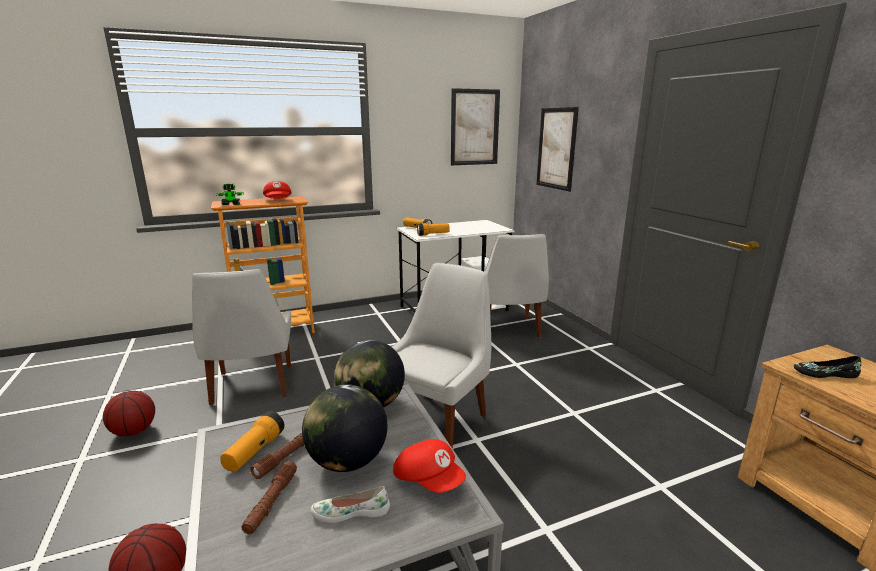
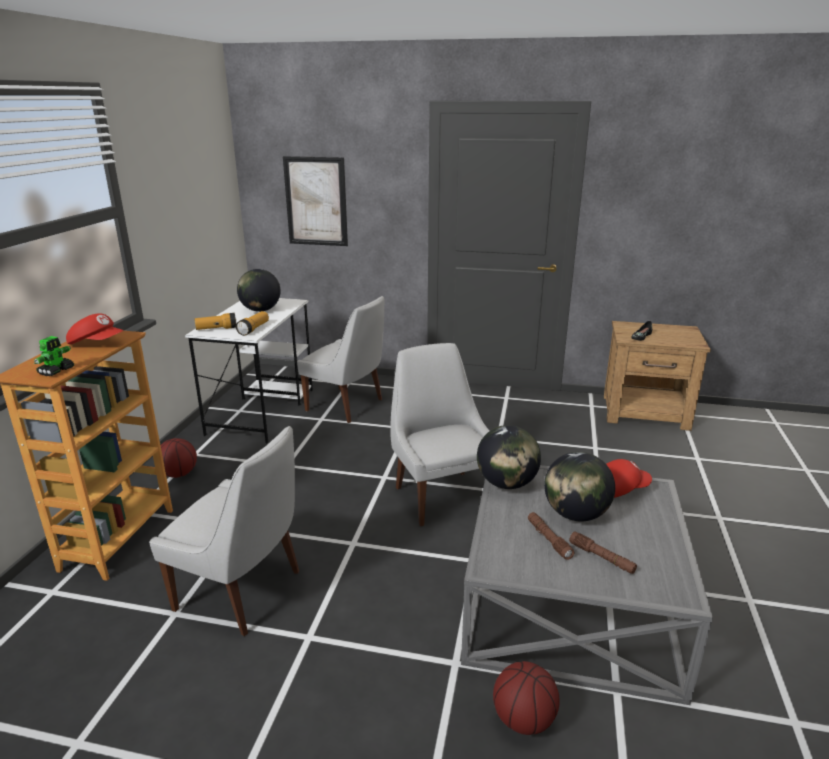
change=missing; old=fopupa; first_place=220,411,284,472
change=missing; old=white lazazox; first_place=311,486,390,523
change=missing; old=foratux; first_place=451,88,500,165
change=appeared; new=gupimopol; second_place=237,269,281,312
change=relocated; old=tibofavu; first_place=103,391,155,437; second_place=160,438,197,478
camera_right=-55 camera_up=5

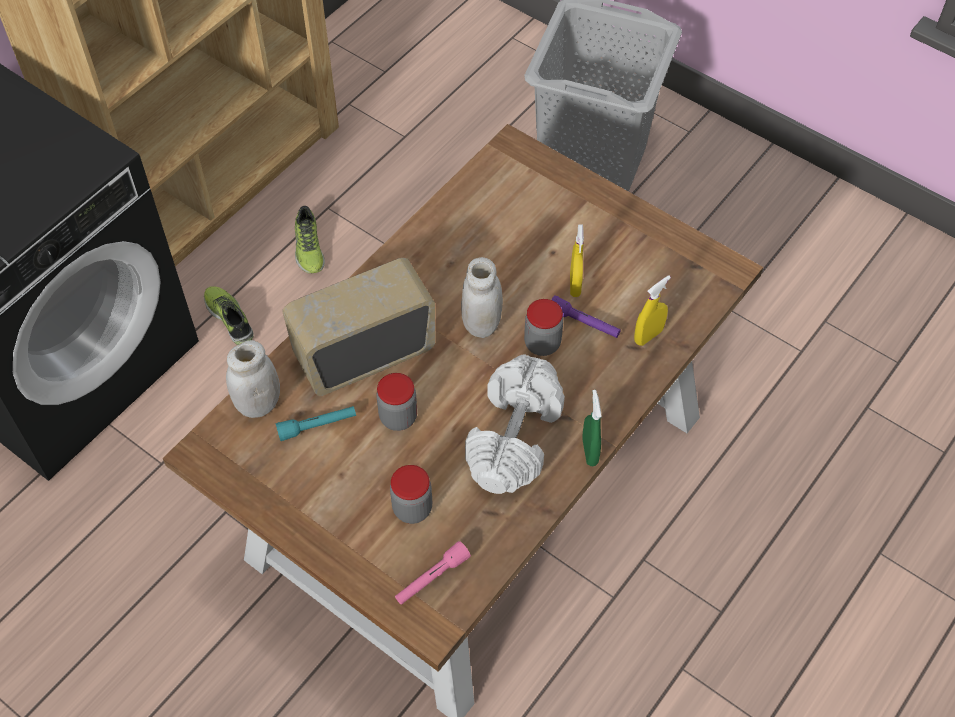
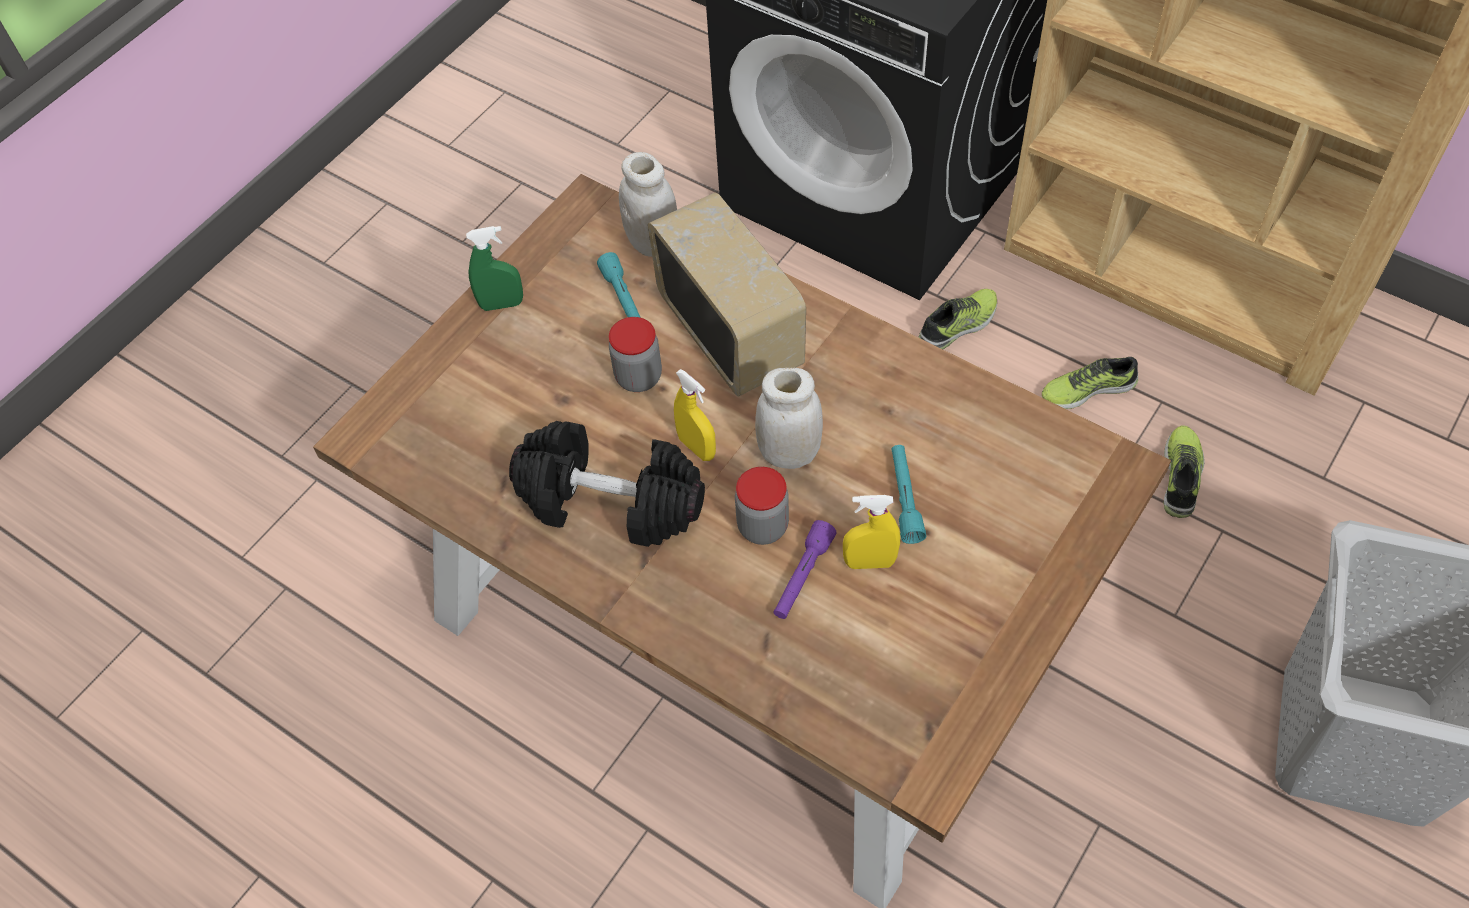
change=missing; old=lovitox; first_place=390,465,432,524
change=missing; old=pink fopupa; first_place=395,541,471,605
change=appeared; new=turquoise fopupa; second_place=892,445,926,544
change=appeared; new=lazazox; second_place=1164,425,1205,518
change=relocated; old=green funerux; first_place=582,390,601,466; second_place=466,226,523,311
change=relocated; old=yellow funerux; first_place=634,275,671,346; second_place=674,369,716,461
change=colour; old=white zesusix; new=black zesusix; first_place=465,355,565,494; second_place=509,421,705,547
camera_right=90 camera_up=0

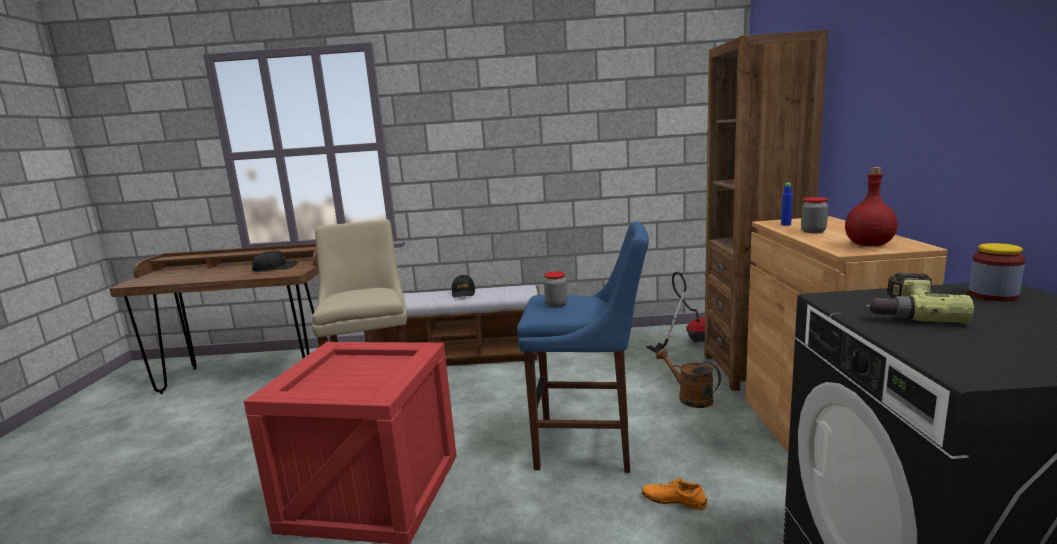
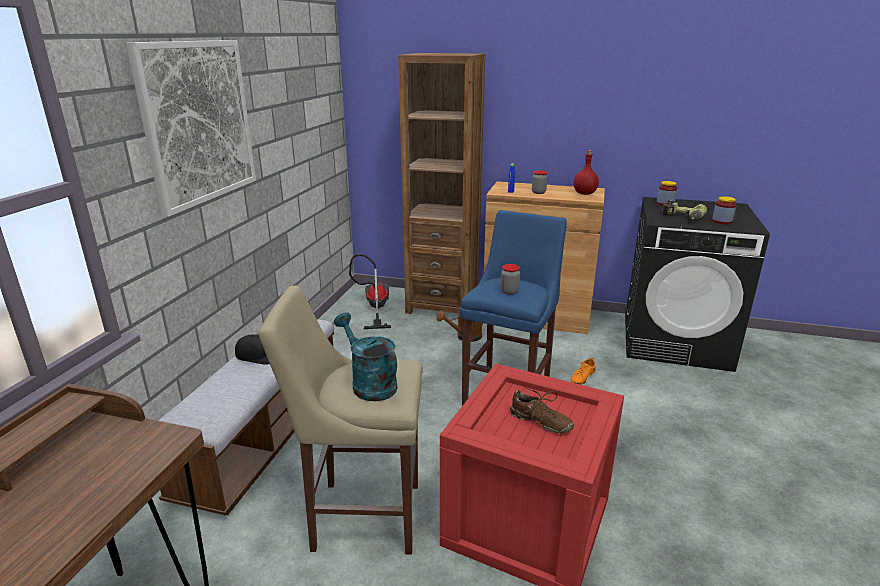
change=missing; old=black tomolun; first_place=252,251,298,272
change=appeared; new=foratux; second_place=126,40,256,217
change=appeared; new=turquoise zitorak; second_place=334,312,398,401
change=appeared; new=brown lazazox; second_place=510,388,574,433
change=appeared; new=lovitox; second_place=712,196,736,224
camera_right=-75 camera_up=10

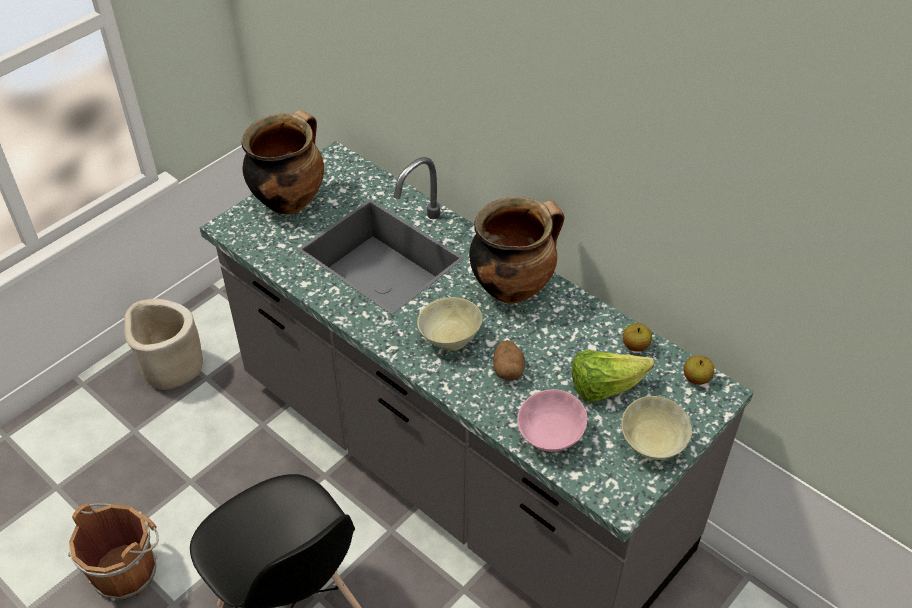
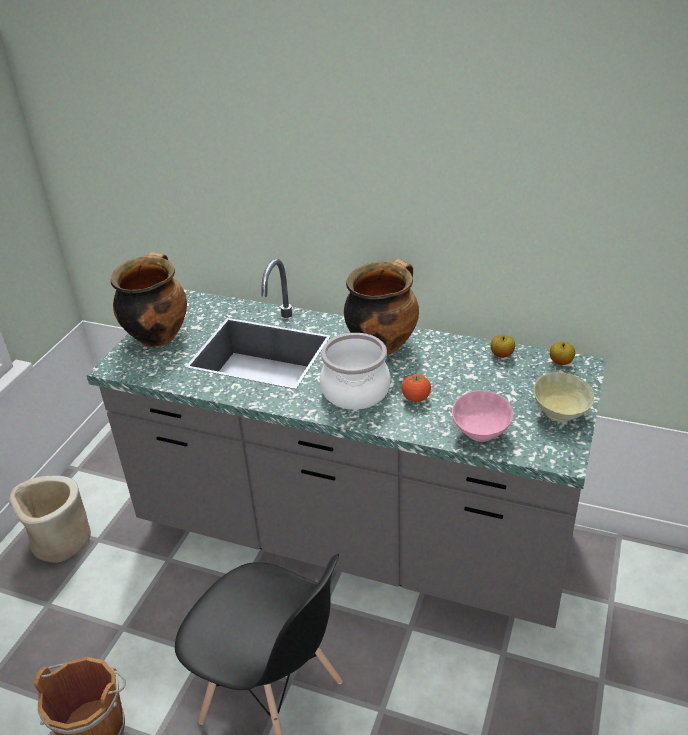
change=missing; old=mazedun; first_place=572,350,654,402
change=exchanged; old=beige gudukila; new=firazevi; first_place=417,297,483,351; second_place=320,333,391,410
change=exchanged; old=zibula; new=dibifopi; first_place=493,340,525,381; second_place=402,374,431,402
camera_right=-20 camera_up=-10

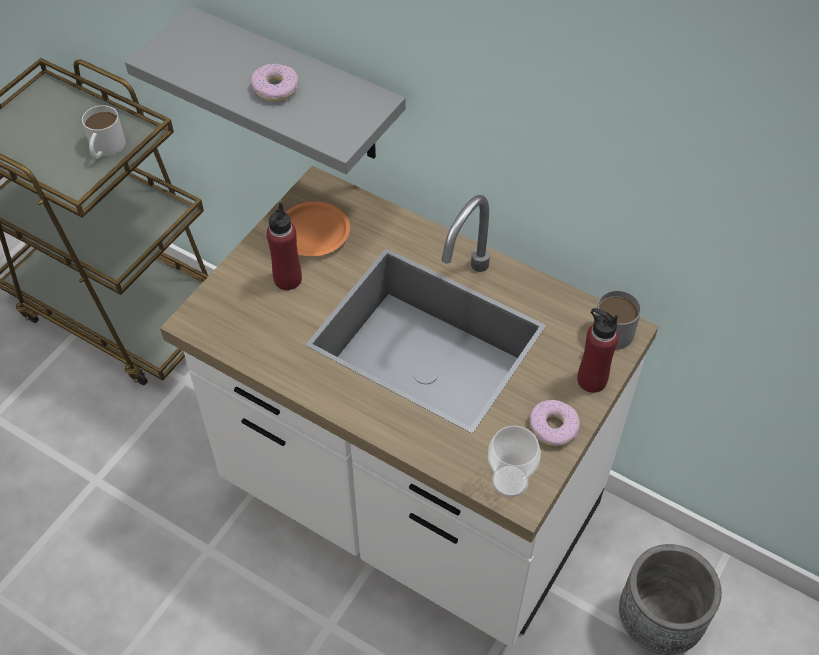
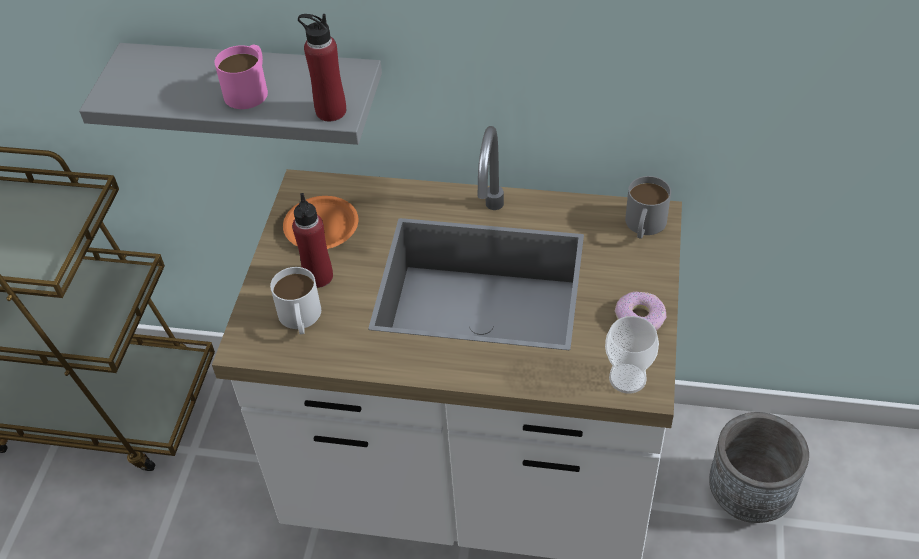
change=relocated; old=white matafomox; first_place=82,105,126,159; second_place=270,267,321,335
change=relocated; old=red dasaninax; first_place=577,308,619,393; second_place=298,14,346,121
change=exchanged; old=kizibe; new=pink matafomox; first_place=251,63,299,102; second_place=214,45,268,109
camera_right=-20 camera_up=-5

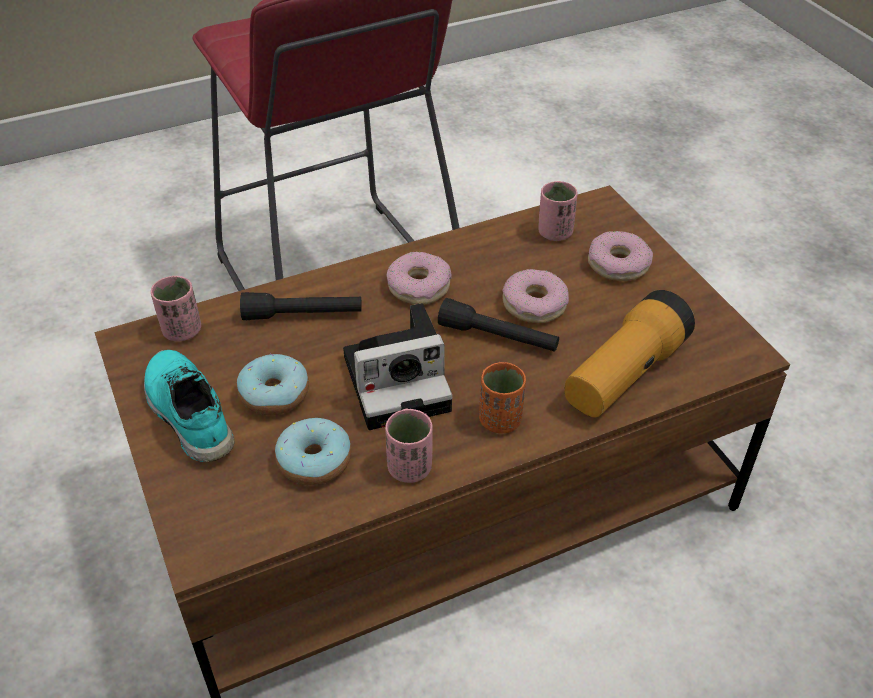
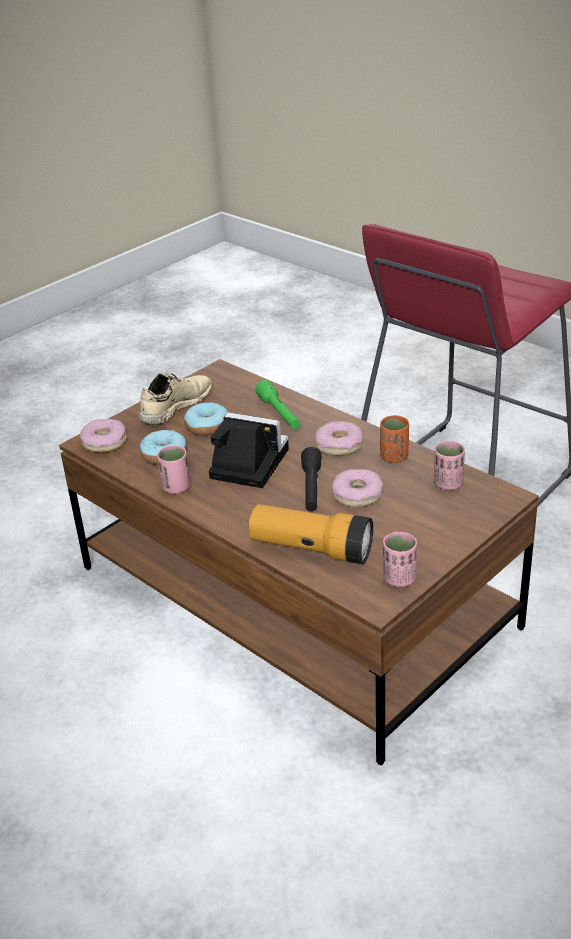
change=relocated; old=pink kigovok; first_place=151,276,201,341; second_place=383,532,417,587
change=relocated; old=orange kigovok; first_place=479,362,526,434; second_place=380,415,409,463
change=relocated; old=kizibe; first_place=588,231,653,281; second_place=80,419,127,453
change=colour; old=turquoise lazazox; new=beige lazazox; first_place=144,350,235,462; second_place=139,373,212,425
change=colour; old=black fopupa; new=green fopupa; first_place=240,292,362,320; second_place=255,380,301,429
change=spun; old=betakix; first_place=343,303,453,430; second_place=209,412,289,488; degrees=150
camera_right=70 camera_up=-10

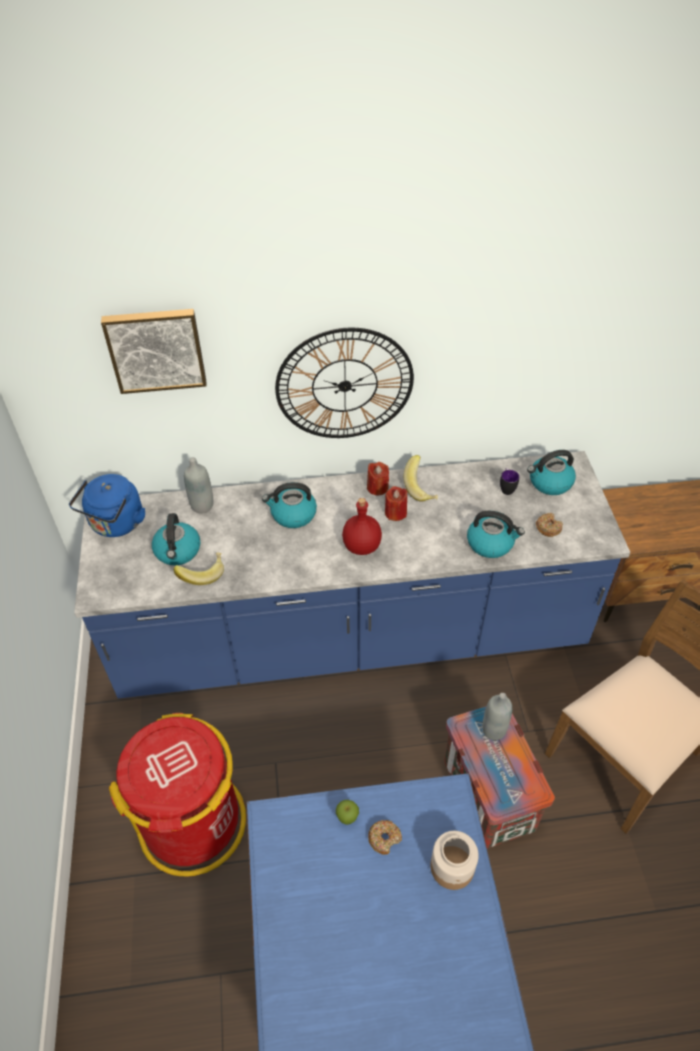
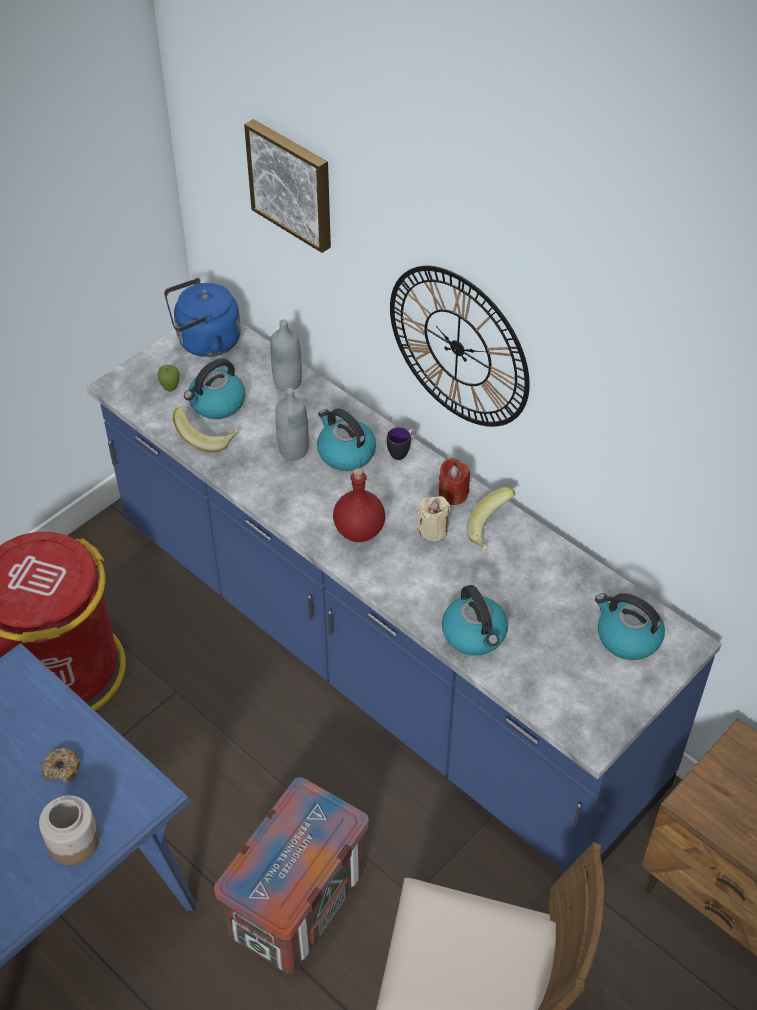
change=missing; old=kizibe; first_place=536,513,563,537
change=relocated; old=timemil; first_place=336,800,359,825; second_place=157,365,180,392
change=relocated; old=grey dasaninax; first_place=482,693,512,740; second_place=275,388,309,461
change=relocated; old=matafomox; first_place=500,468,519,495; second_place=387,427,416,460
change=colour; old=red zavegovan; new=beige zavegovan; first_place=385,486,407,521; second_place=417,496,451,542
camera_right=50 camera_up=0

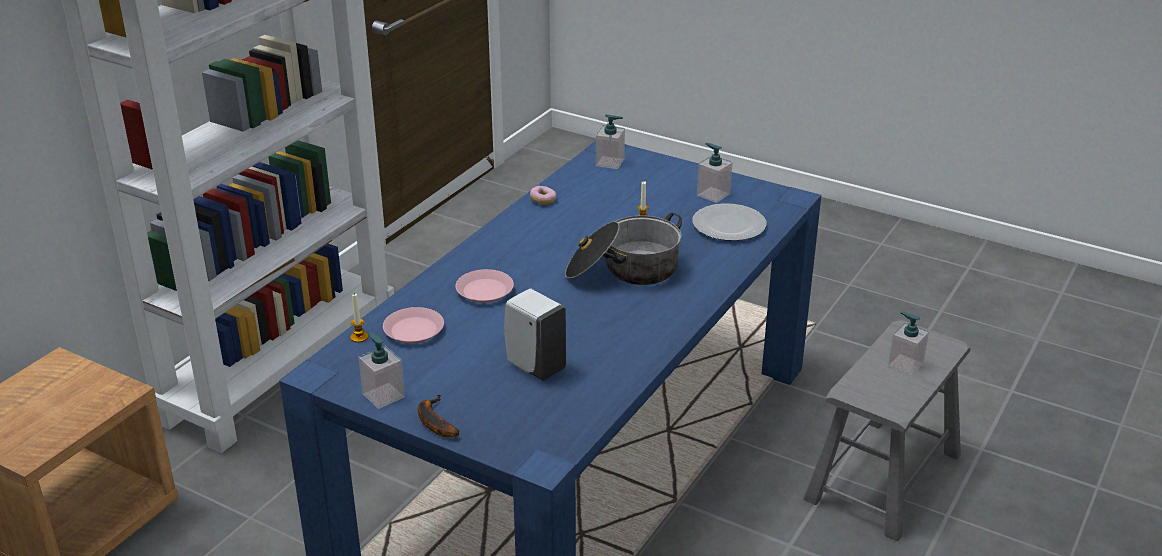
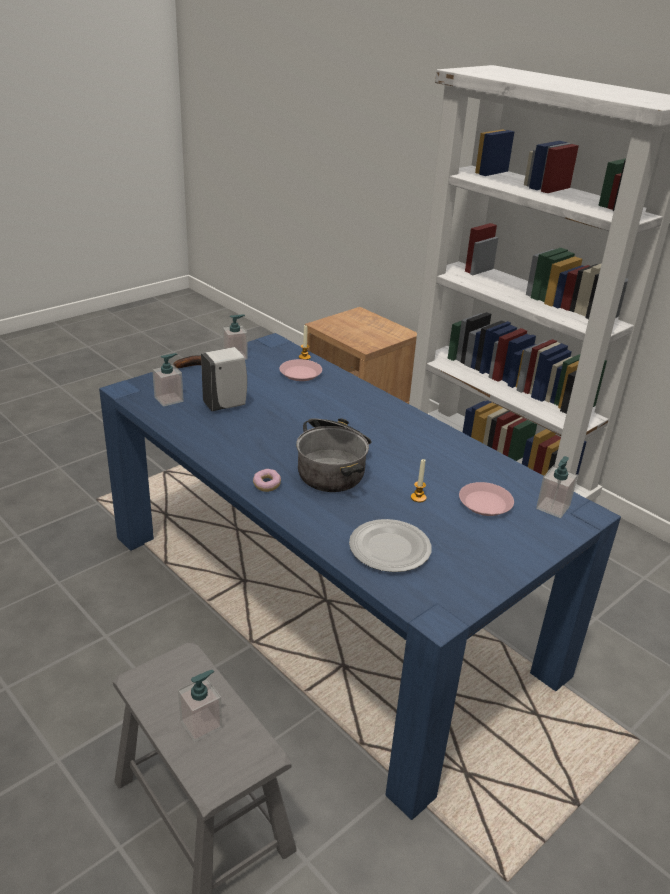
change=relocated; old=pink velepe; first_place=455,269,514,303; second_place=459,482,514,516
change=relocated; old=kizibe; first_place=530,186,556,205; second_place=253,469,281,492
change=relocated; old=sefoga; first_place=697,143,733,203; second_place=152,353,184,407
camera_right=105 camera_up=0

